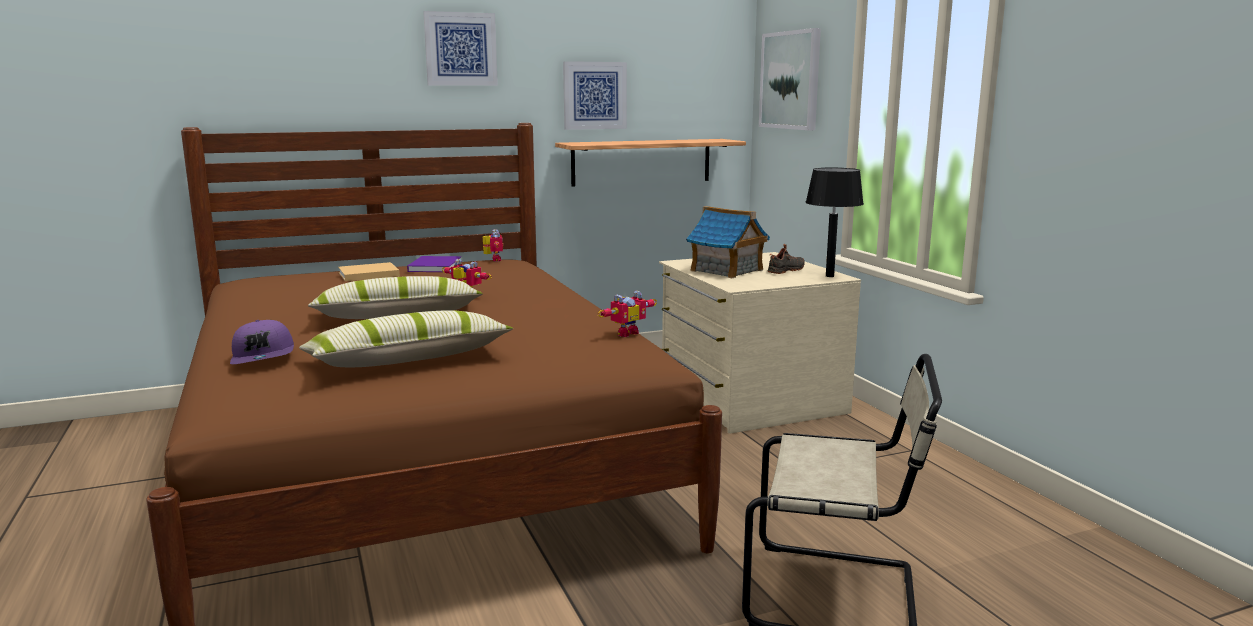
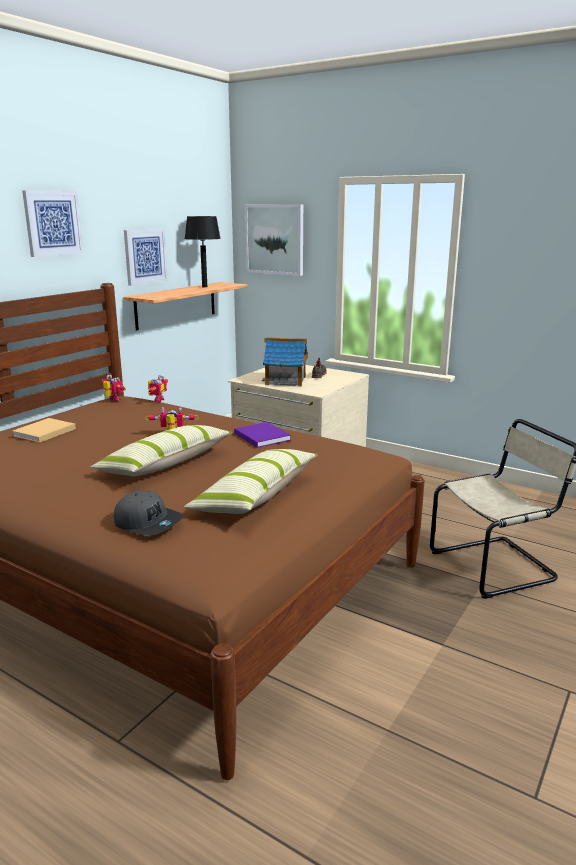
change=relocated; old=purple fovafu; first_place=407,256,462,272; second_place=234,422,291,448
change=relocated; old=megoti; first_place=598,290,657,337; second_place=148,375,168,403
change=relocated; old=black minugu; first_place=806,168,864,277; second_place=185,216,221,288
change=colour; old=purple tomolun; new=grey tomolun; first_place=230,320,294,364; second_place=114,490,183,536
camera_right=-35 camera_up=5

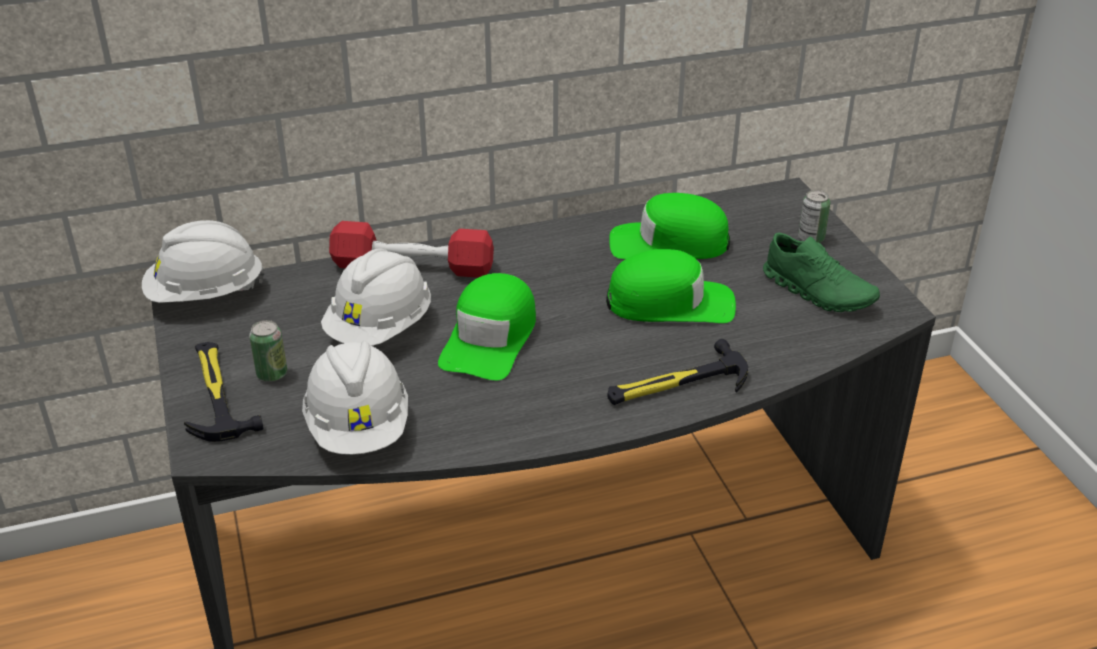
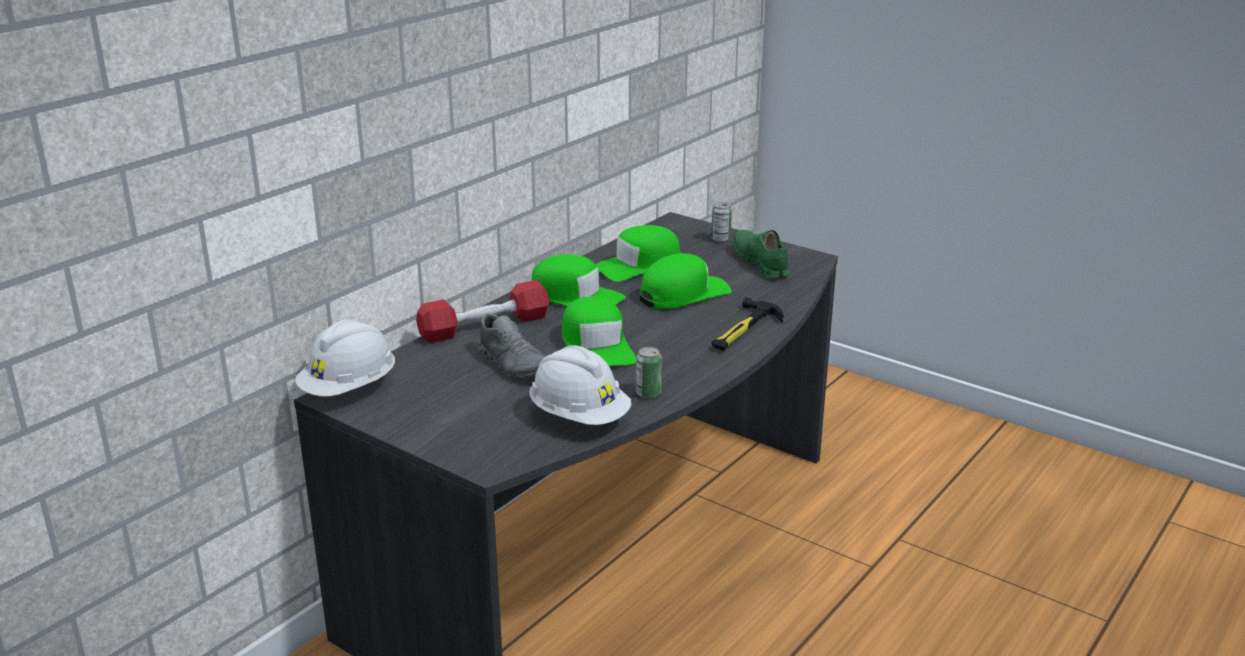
change=missing; old=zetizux; first_place=184,342,264,442
change=appeared; new=green tomolun; second_place=531,254,626,306
change=relocated; old=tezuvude; first_place=249,320,287,382; second_place=636,347,662,399
change=exchanged; old=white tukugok; new=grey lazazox; first_place=321,249,431,346; second_place=478,313,546,379
change=spun; old=green lazazox; first_place=763,233,880,312; second_place=733,230,790,279; degrees=-120
camera_right=-35 camera_up=-10

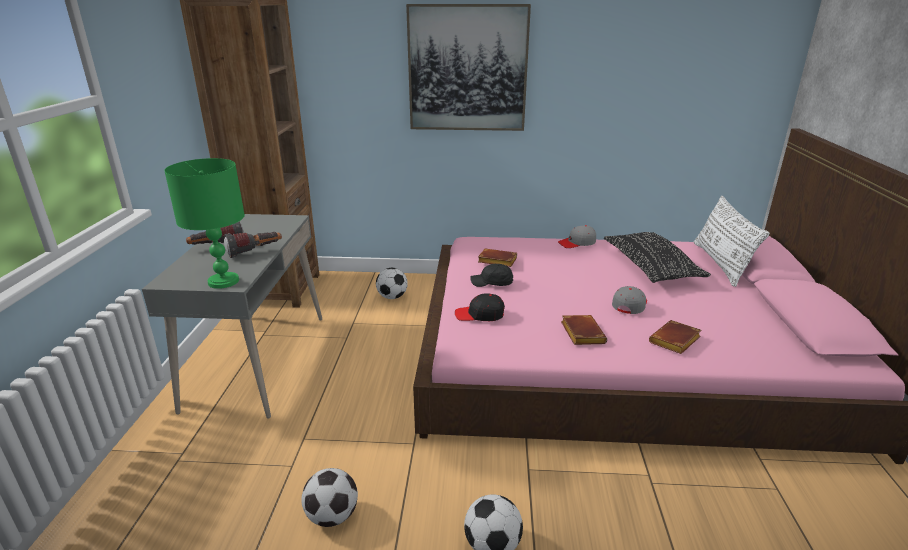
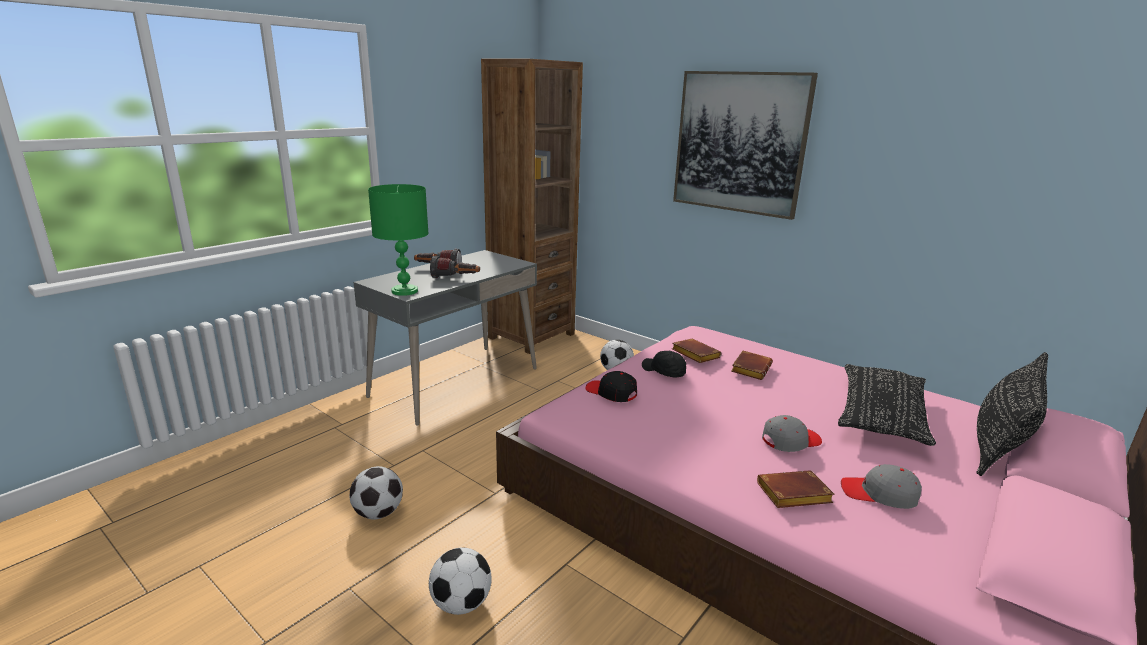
change=relocated; old=grey tomolun; first_place=558,225,596,248; second_place=841,464,922,509
change=relocated; old=brown fovafu; first_place=561,315,607,345; second_place=731,350,773,380
change=colour; old=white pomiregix; new=black pomiregix; first_place=694,196,770,287; second_place=976,352,1048,476
camera_right=35 camera_up=-5

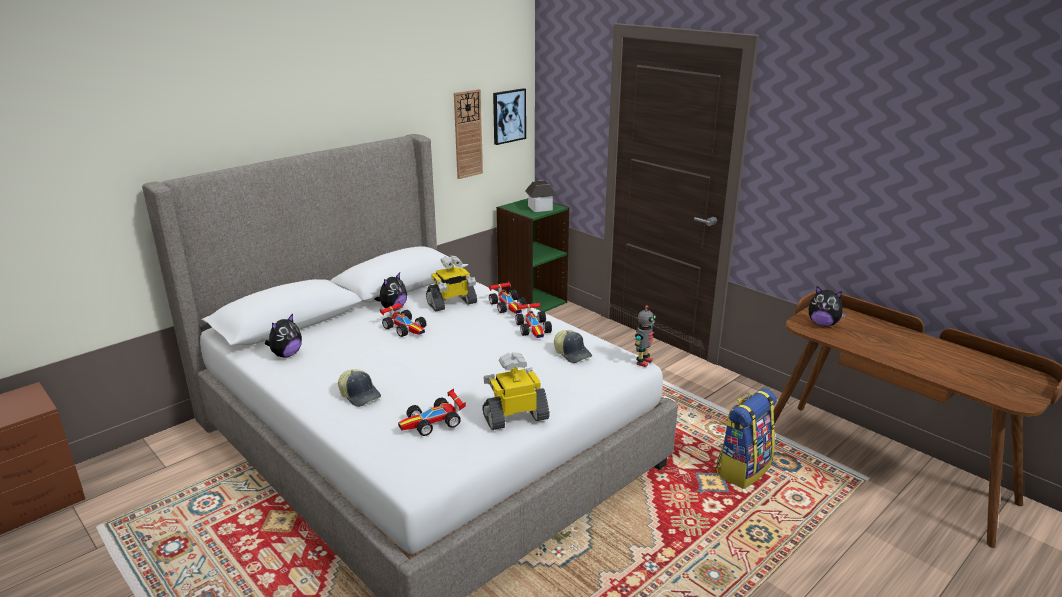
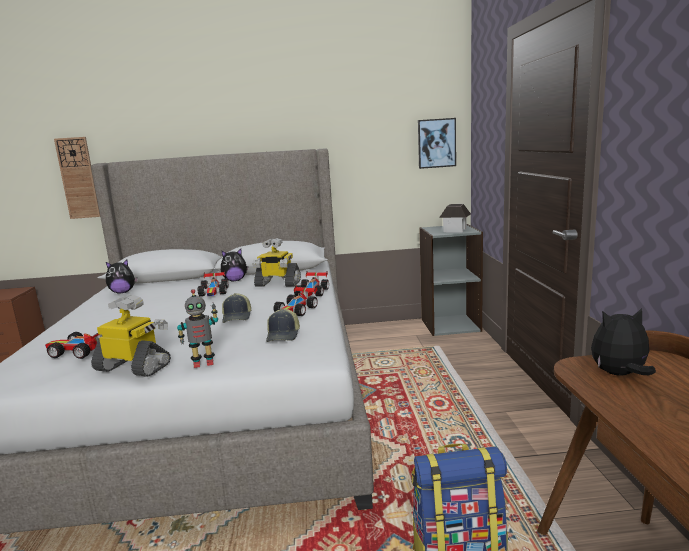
change=relocated; old=tomolun; first_place=338,369,381,407; second_place=222,293,251,323
change=relocated; old=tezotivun; first_place=454,89,483,179; second_place=54,137,100,219
change=relocated; old=megoti; first_place=635,305,656,367; second_place=177,289,218,368
change=colour; old=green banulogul; new=grey banulogul; first_place=496,198,569,312; second_place=419,224,483,336
change=spun; old=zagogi; first_place=809,286,847,327; second_place=591,308,656,375; degrees=105
camera_right=40 camera_up=-10

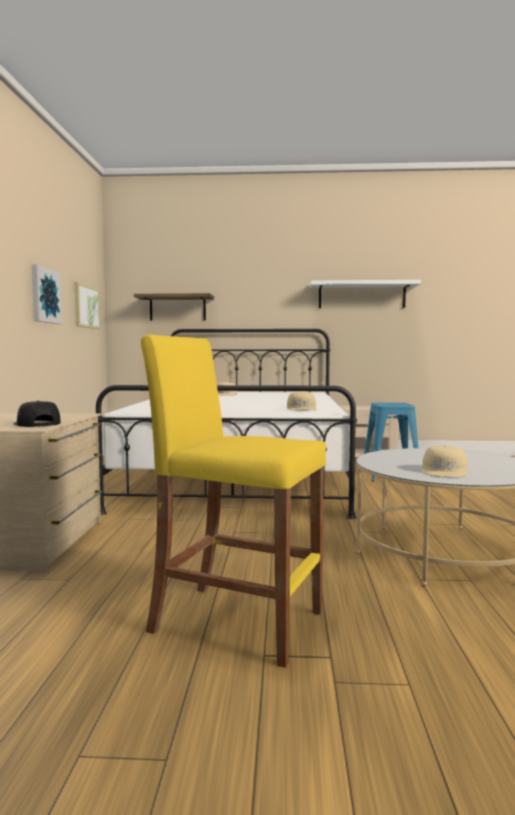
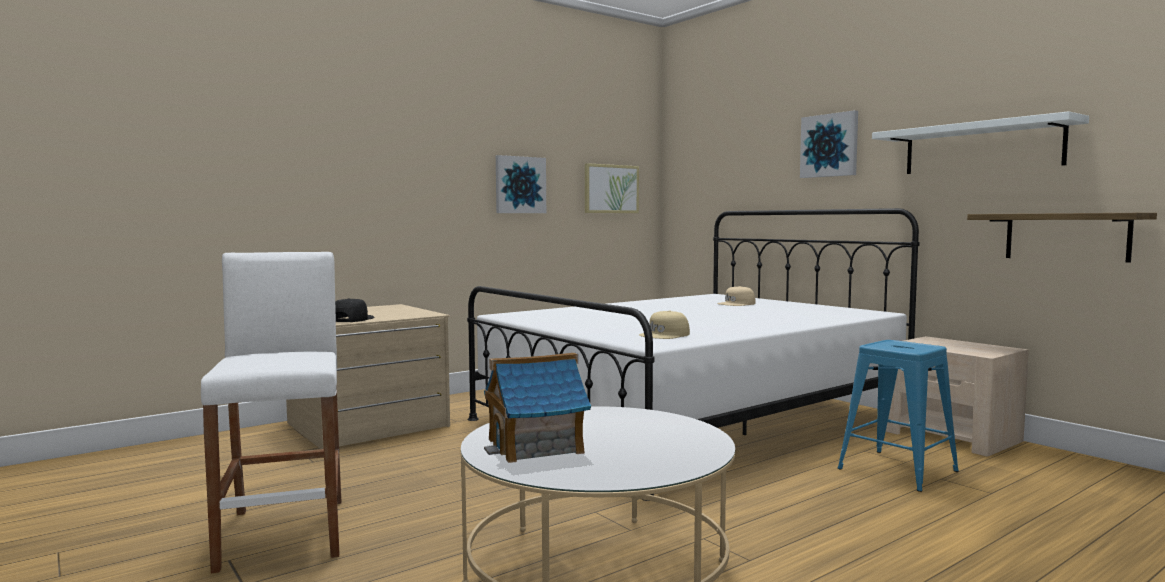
change=appeared; new=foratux; second_place=800,110,858,178
change=relocated; old=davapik; first_place=134,293,214,321; second_place=967,213,1157,263
change=exchanged; old=beige tomolun; new=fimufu; first_place=422,445,468,477; second_place=484,352,591,463
change=colour; old=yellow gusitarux; new=white gusitarux; first_place=141,334,326,668; second_place=201,252,341,573
camera_right=50 camera_up=0

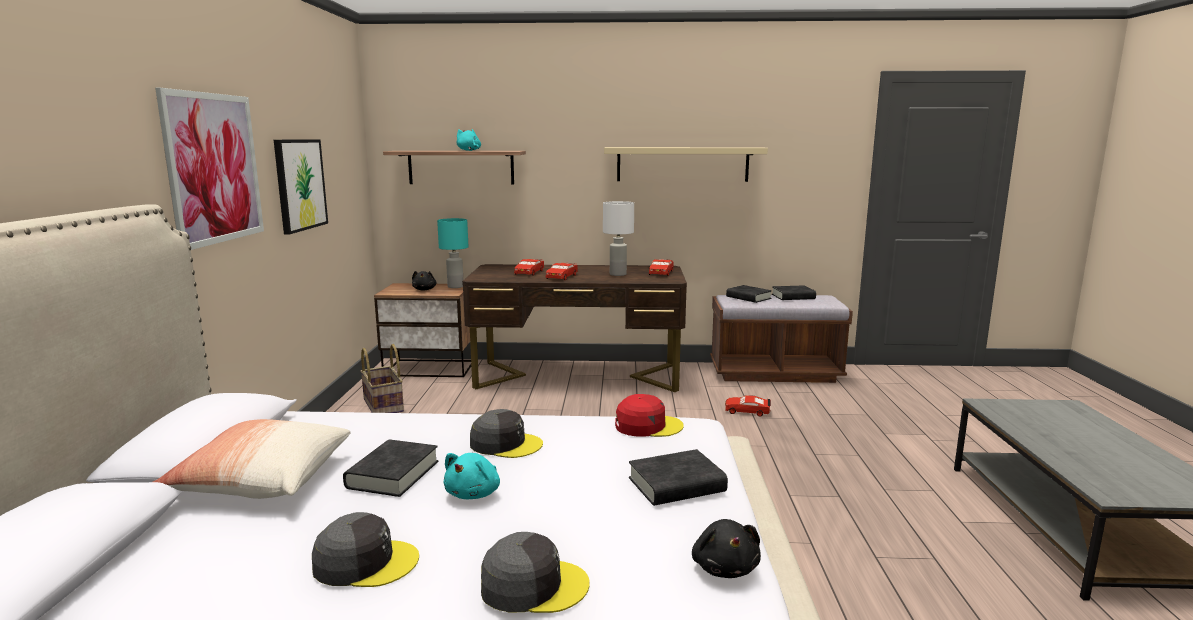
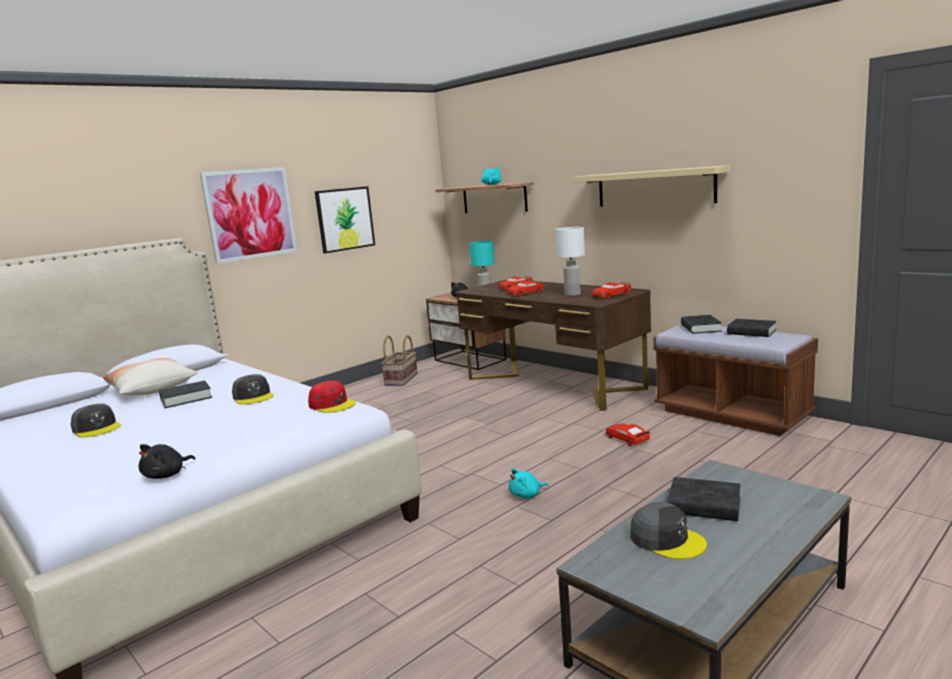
change=relocated; old=turquoise zagogi; first_place=443,453,500,499; second_place=509,468,549,498
change=relocated; old=grey tomolun; first_place=481,532,590,613; second_place=630,502,707,559
change=relocated; old=black fovafu; first_place=629,449,728,506; second_place=667,477,740,521
camera_right=45 camera_up=0

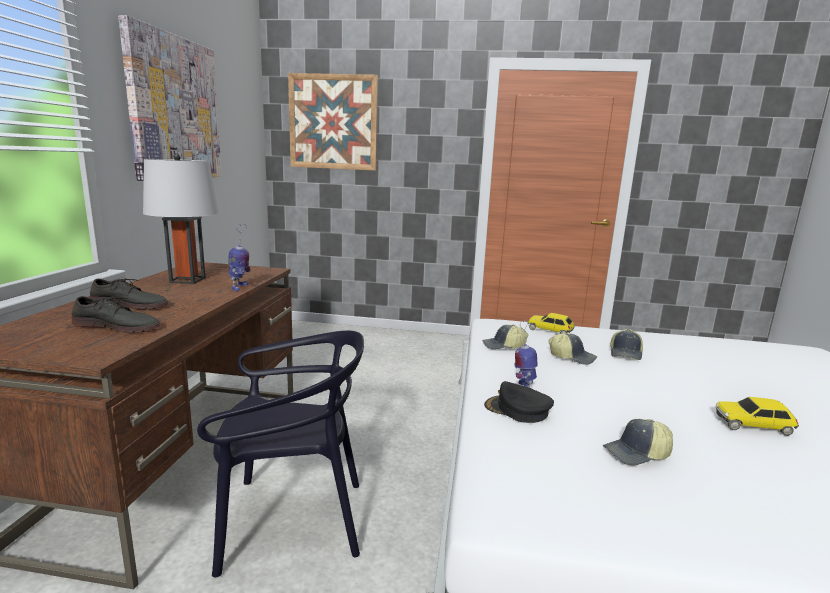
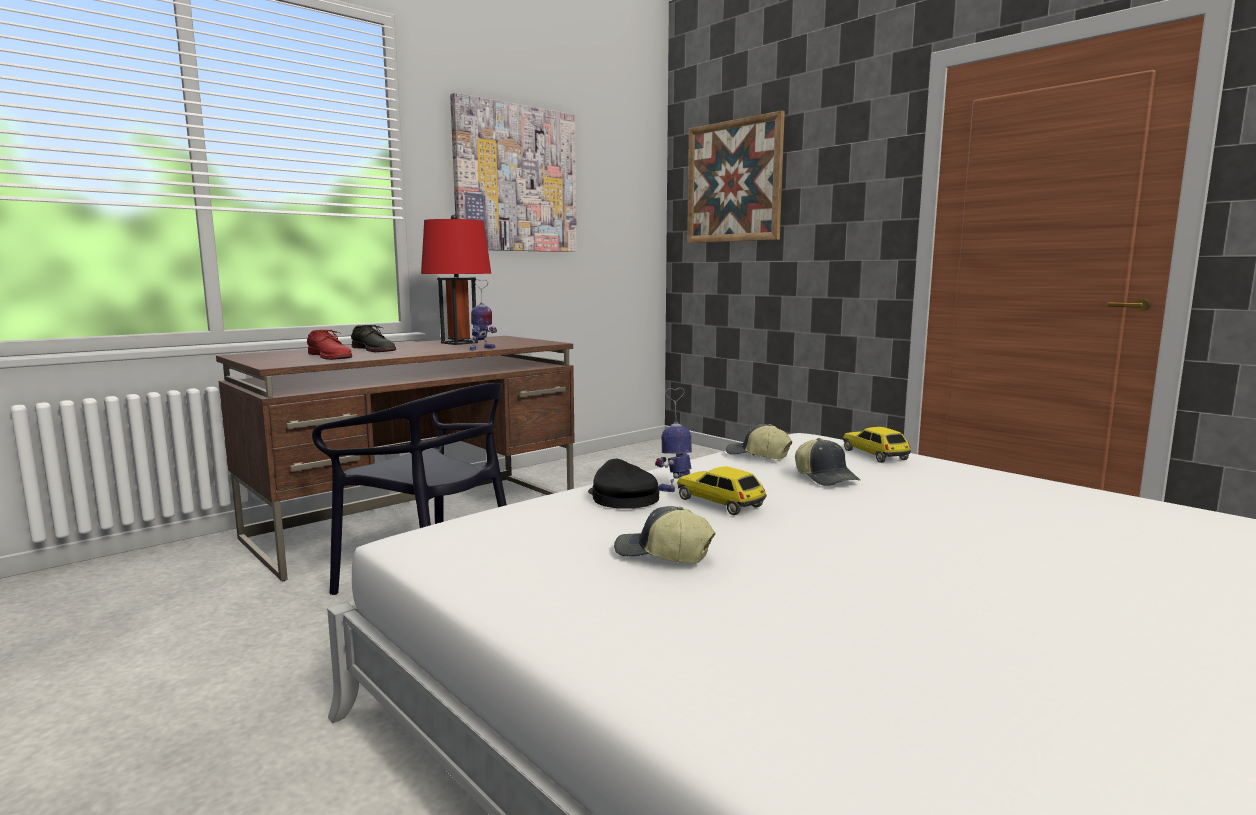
change=missing; old=tomolun; first_place=610,329,643,360
change=relocated; old=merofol; first_place=715,397,799,436; second_place=677,466,767,515
change=colour; old=grey lazazox; new=red lazazox; first_place=72,296,160,333; second_place=307,330,352,360
change=colour; old=grey minugu; new=red minugu; first_place=143,153,219,284; second_place=421,214,491,345
camera_right=40 camera_up=-5

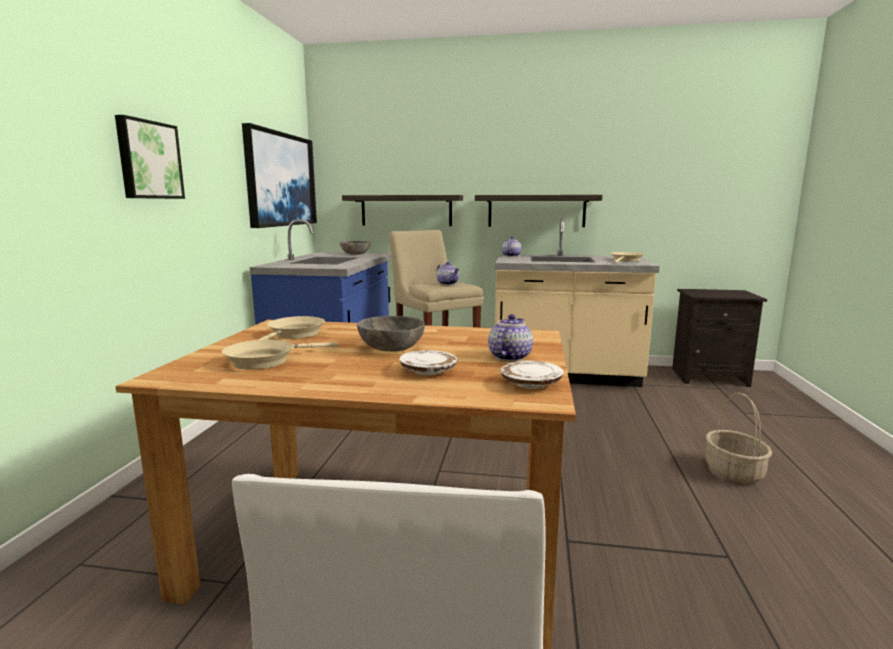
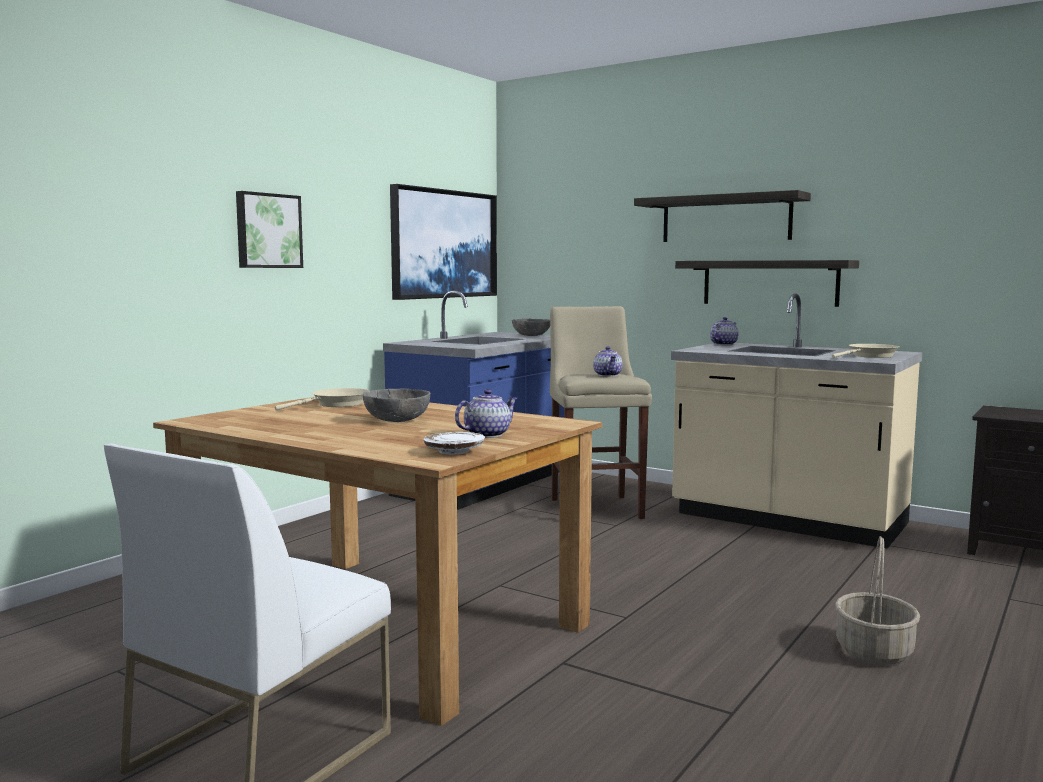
change=missing; old=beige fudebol; first_place=222,340,338,370
change=missing; old=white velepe; first_place=399,350,457,376
change=relocated; old=davapik; first_place=342,195,463,226; second_place=634,190,811,242
camera_right=25 camera_up=-5

